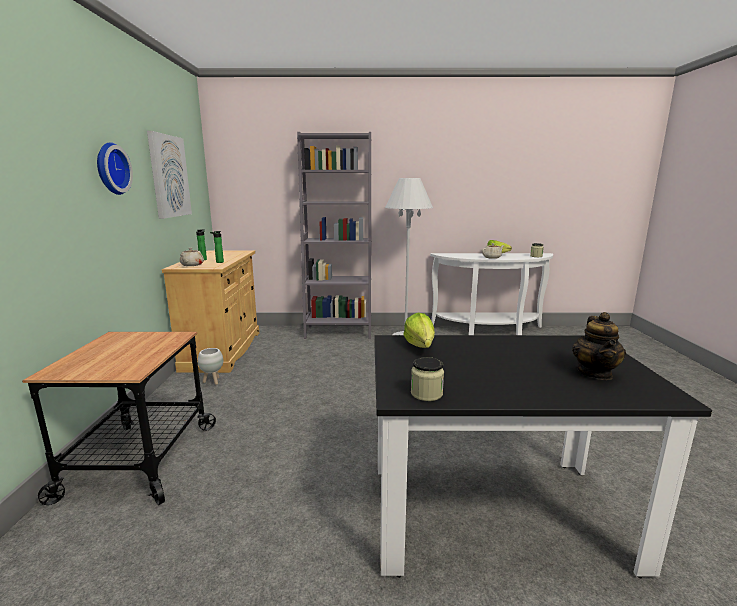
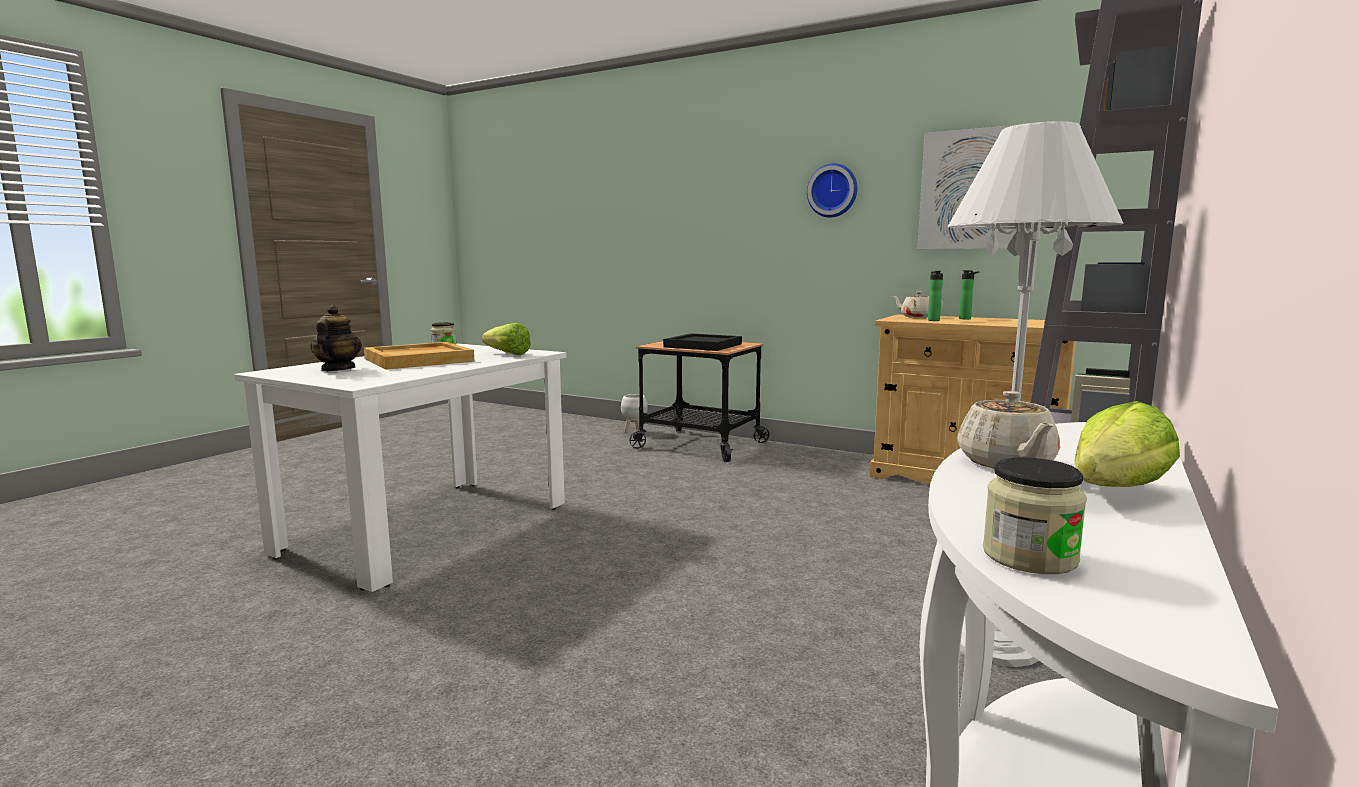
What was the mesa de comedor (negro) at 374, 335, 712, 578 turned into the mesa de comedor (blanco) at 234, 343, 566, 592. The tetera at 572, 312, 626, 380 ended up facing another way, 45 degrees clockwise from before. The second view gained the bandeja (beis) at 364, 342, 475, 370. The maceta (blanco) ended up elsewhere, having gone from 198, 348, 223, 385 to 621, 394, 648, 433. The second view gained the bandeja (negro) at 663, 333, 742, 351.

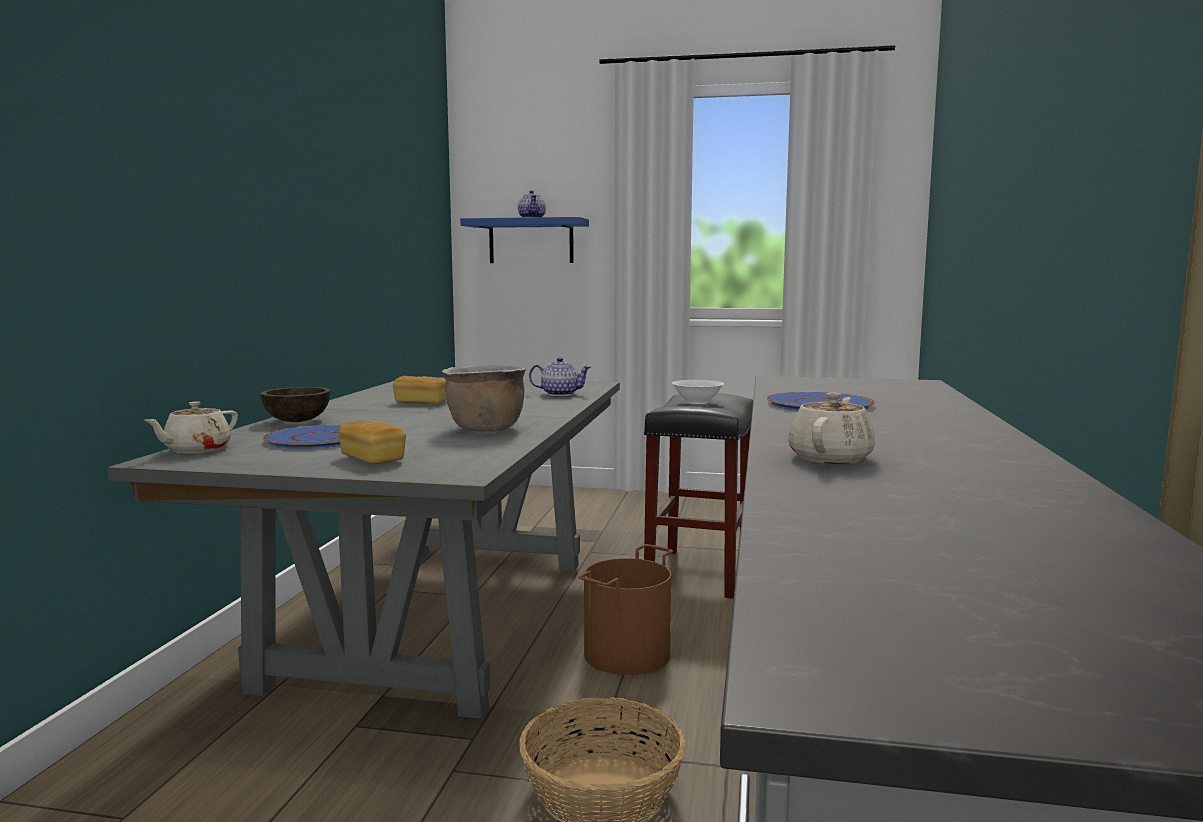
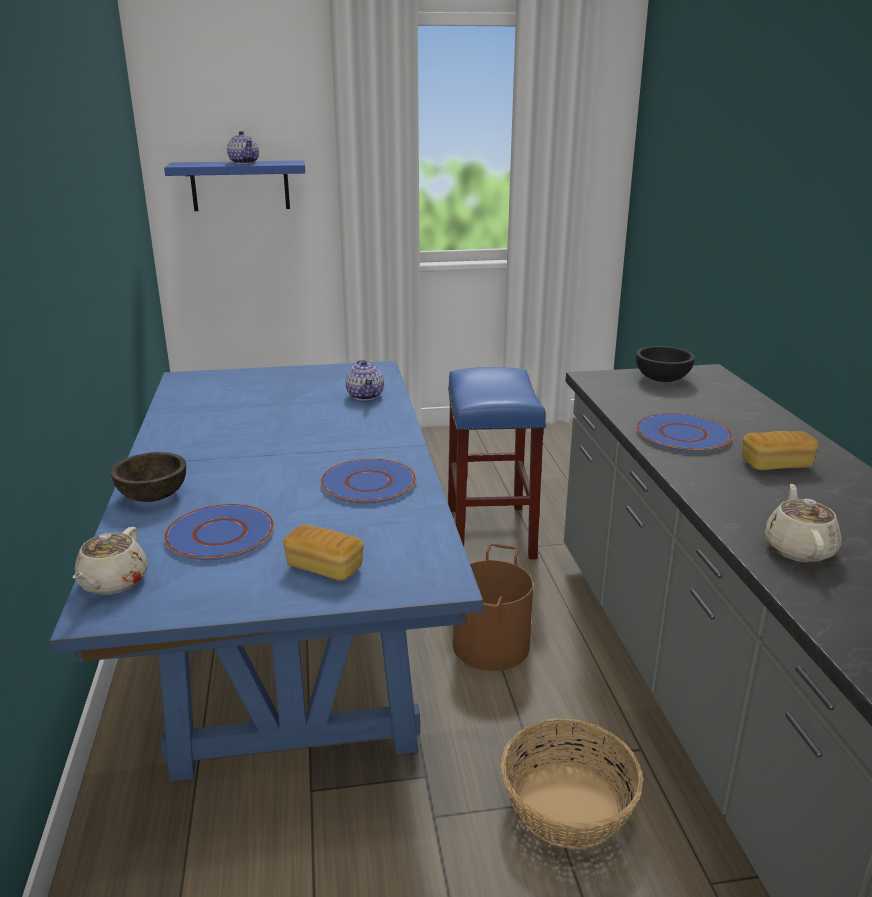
What was the mesa de comedor (gris) at 107, 377, 620, 719 turned into the mesa de comedor (azul) at 50, 361, 483, 782. Where the olla (marrón) stood at 442, 365, 526, 432, the plato (azul) came to stand at 321, 459, 416, 504. The tetera at 529, 357, 591, 396 ended up facing another way, 90 degrees clockwise from before. What was the taburete (negro) at 644, 393, 753, 599 turned into the taburete (azul) at 448, 367, 546, 559. The second view gained the cuenco (negro) at 636, 346, 695, 382. The pan ended up elsewhere, having gone from 393, 376, 446, 403 to 742, 431, 819, 470. The second view lost the cuenco (blanco) at 672, 380, 724, 404.

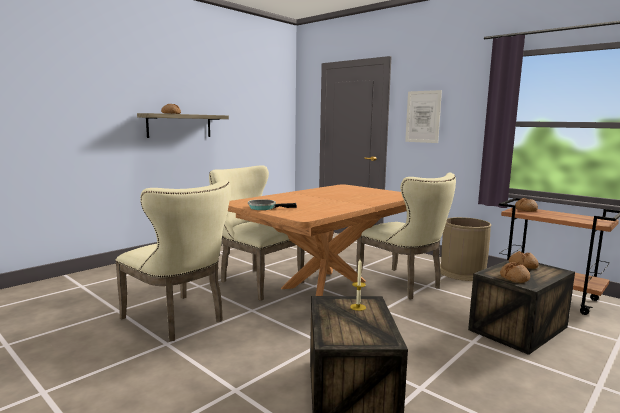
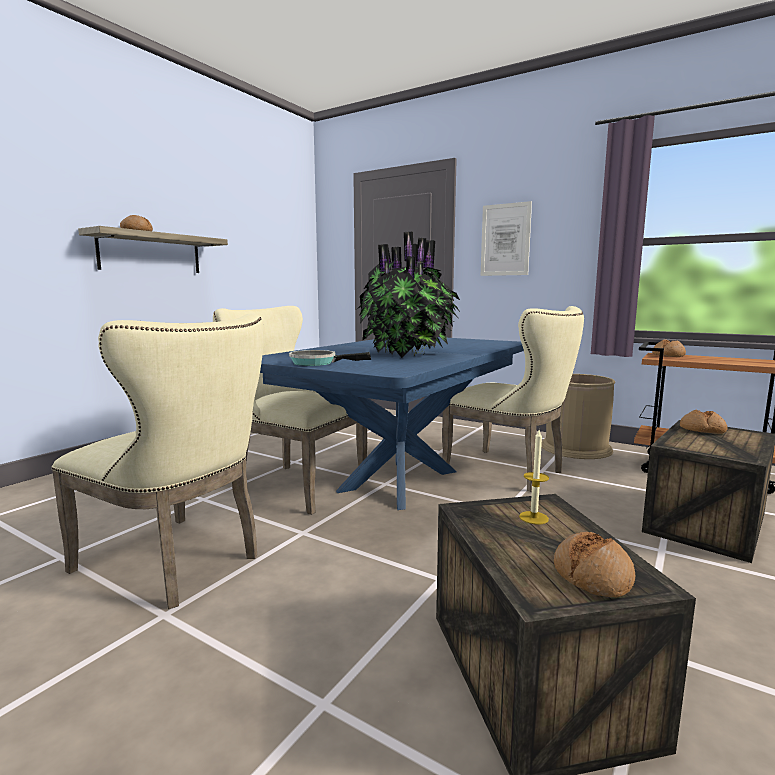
What was the mesa de comedor (marrón) at 228, 184, 407, 296 turned into the mesa de comedor (azul) at 260, 337, 524, 510. The second view gained the planta en maceta at 357, 231, 460, 358. The pan ended up elsewhere, having gone from 500, 262, 530, 283 to 554, 532, 636, 597.

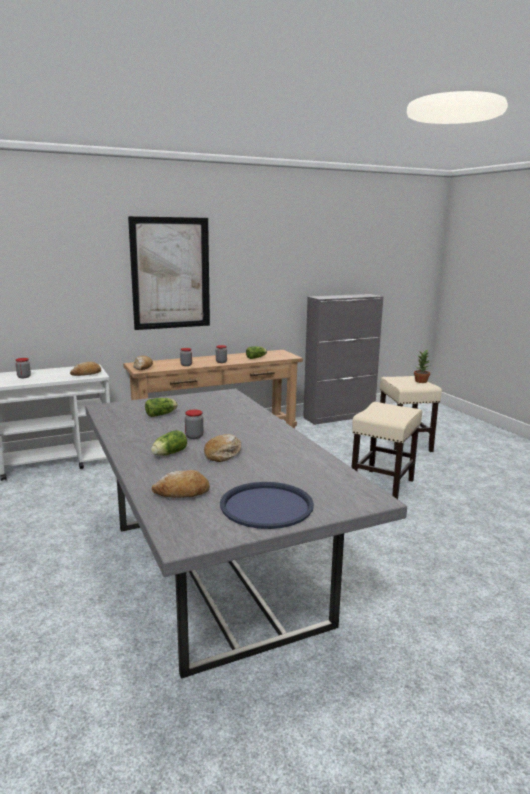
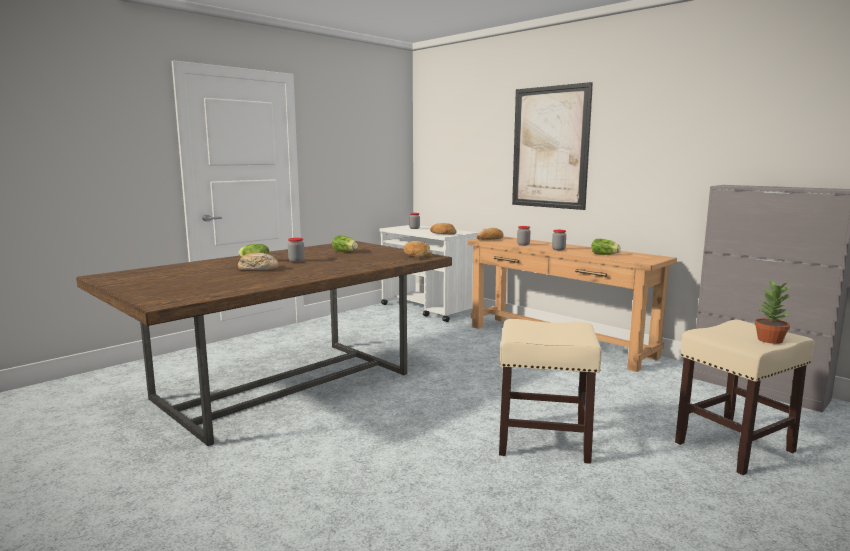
What was the mesa de comedor (gris) at 85, 389, 407, 678 turned into the mesa de comedor (marrón) at 76, 241, 452, 446. The pan ended up elsewhere, having gone from 152, 470, 210, 498 to 404, 241, 432, 258. The second view lost the bandeja (azul) at 220, 482, 314, 529.

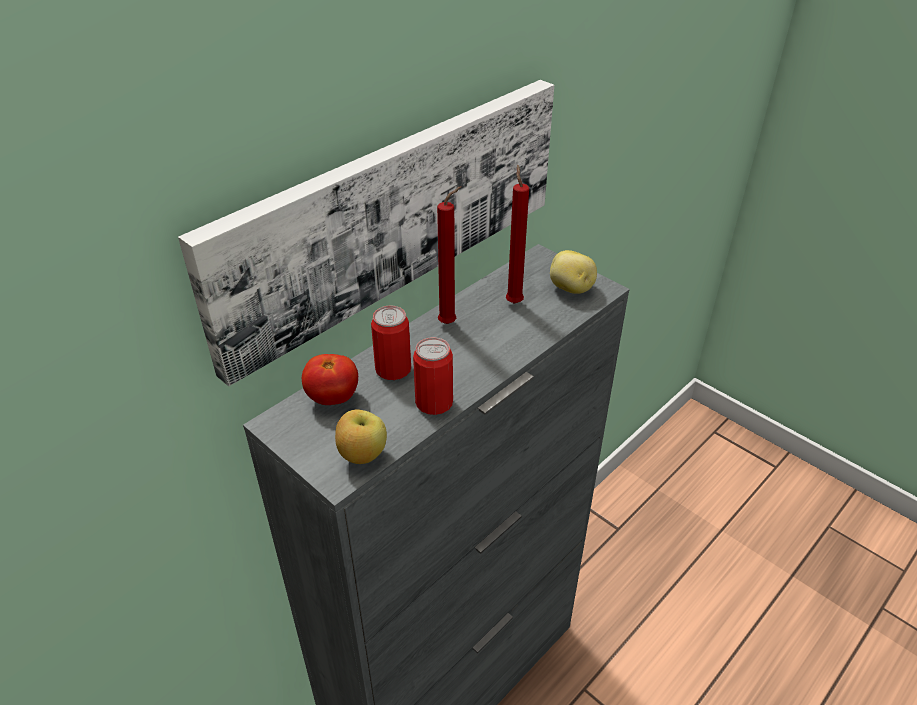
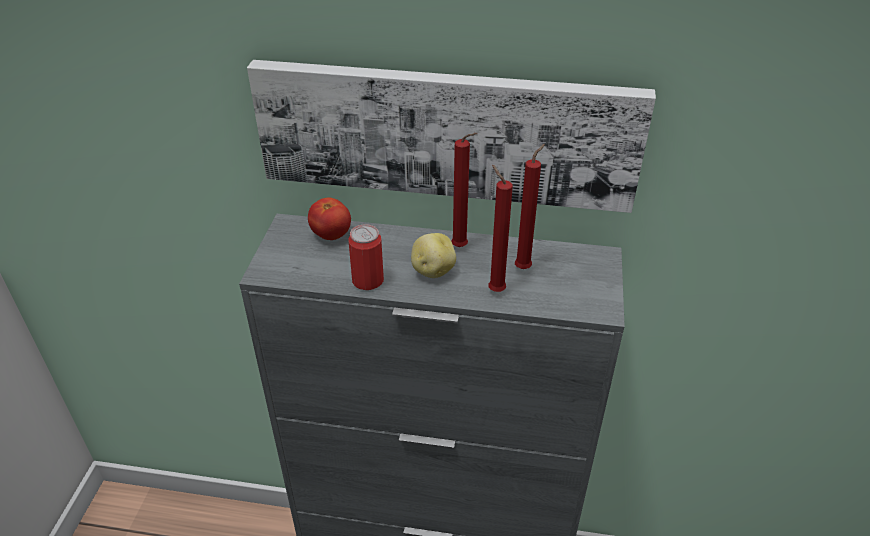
The patata ended up elsewhere, having gone from 550, 250, 597, 294 to 411, 233, 456, 278. The second view gained the vela (rojo) at 488, 165, 513, 292. The second view lost the manzana at 335, 409, 387, 464. The second view lost the lata at 371, 306, 411, 380.

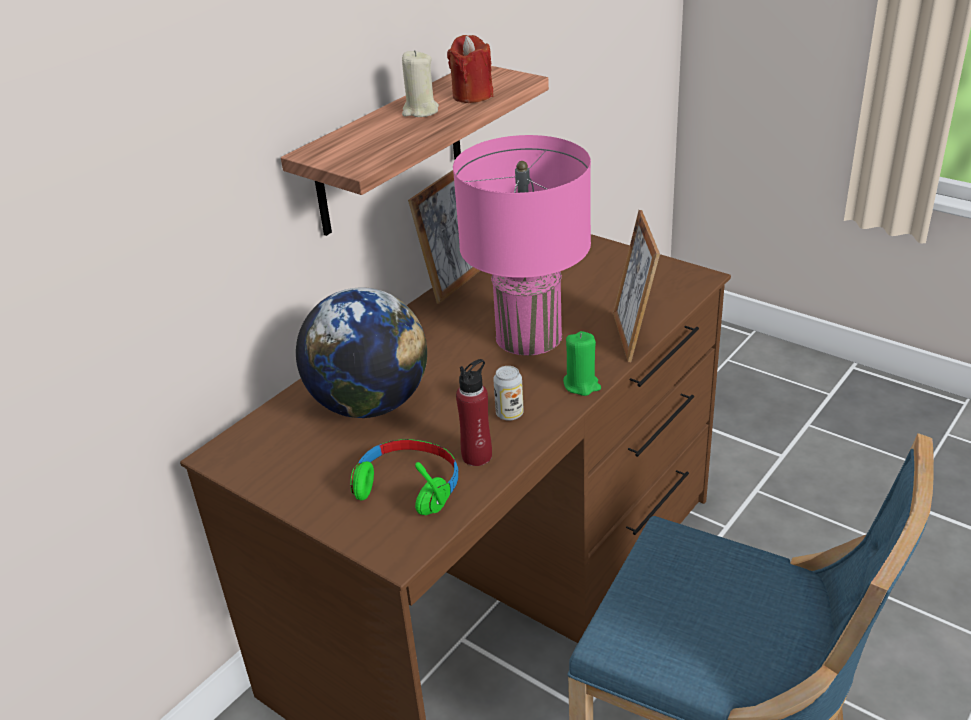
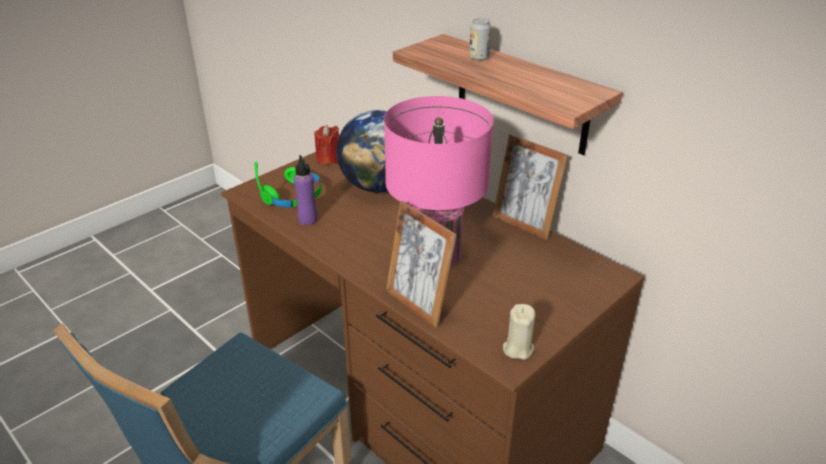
What was the botella (rojo) at 456, 359, 492, 466 turned into the botella (morado) at 294, 155, 317, 226. The vela (rojo) ended up elsewhere, having gone from 447, 35, 494, 103 to 314, 125, 339, 165. The portarretratos at 613, 210, 660, 362 ended up facing another way, 135 degrees counterclockwise from before. The lata ended up elsewhere, having gone from 493, 366, 524, 421 to 469, 18, 491, 61. The vela (beis) ended up elsewhere, having gone from 402, 50, 439, 117 to 503, 304, 536, 360. The second view lost the vela (verde) at 563, 331, 601, 396.

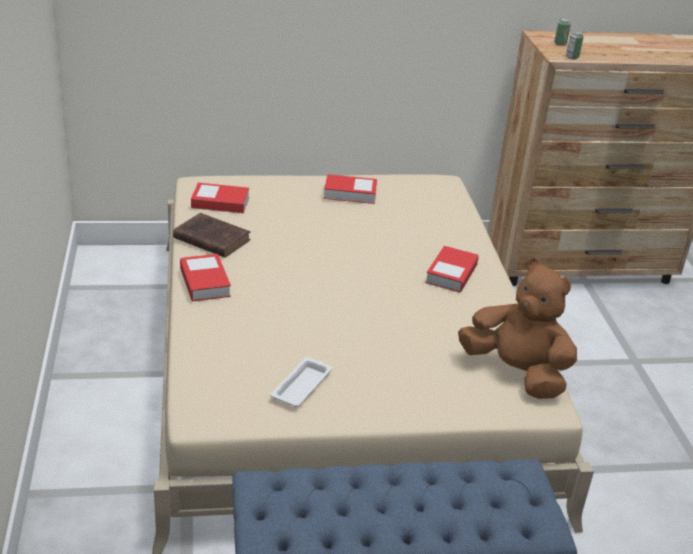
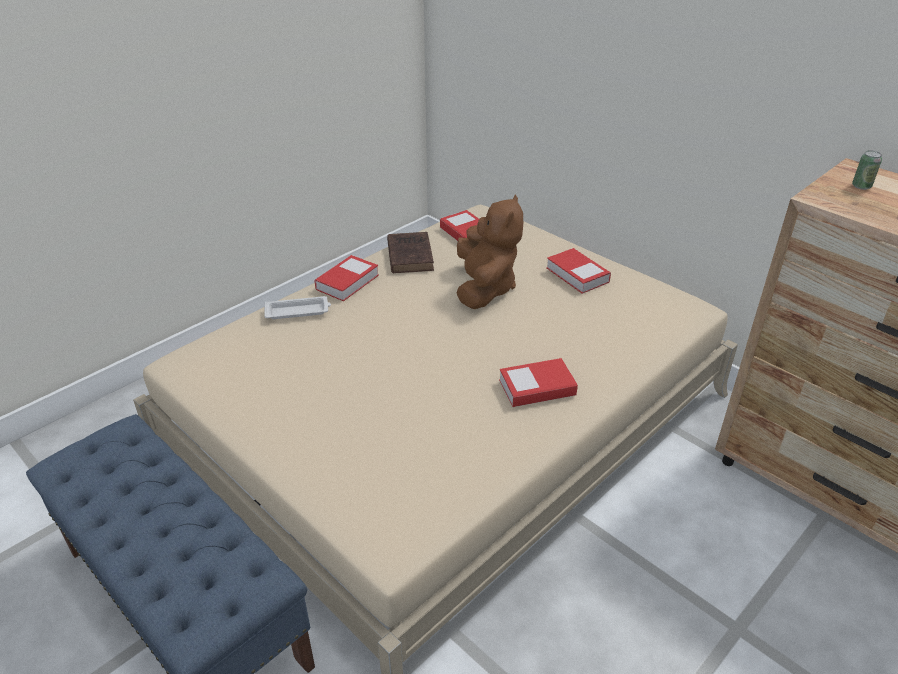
The bandeja (blanco) ended up elsewhere, having gone from 270, 358, 332, 407 to 264, 296, 331, 319. The peluche (marrón) ended up elsewhere, having gone from 458, 258, 577, 399 to 457, 195, 523, 309. The second view lost the lata at 566, 31, 584, 59.

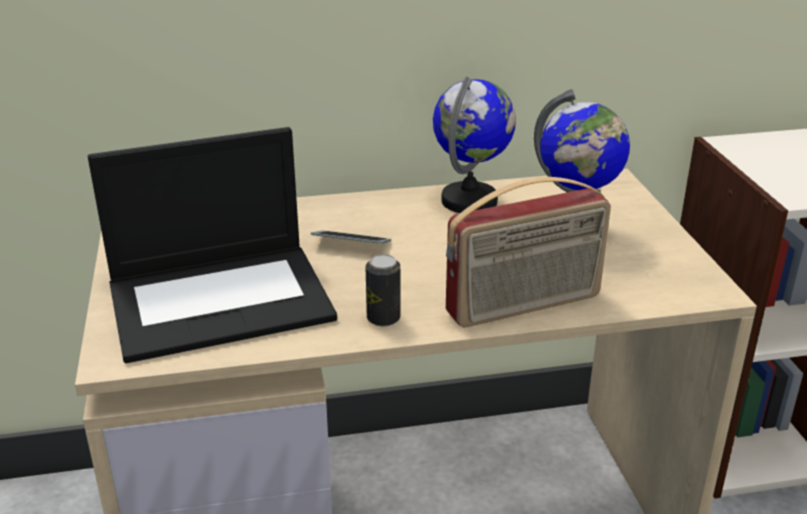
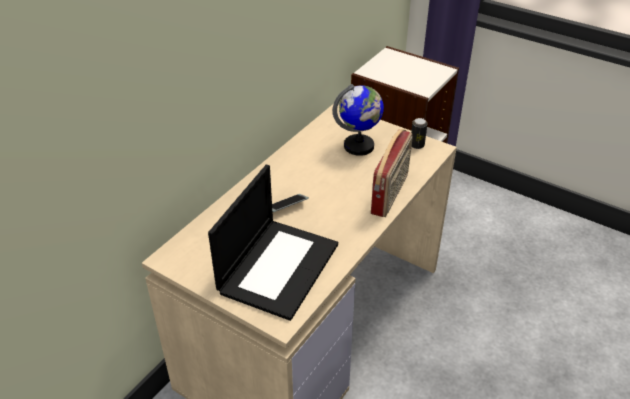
The lata ended up elsewhere, having gone from 366, 254, 400, 326 to 411, 118, 427, 149. The second view lost the globo terráqueo at 433, 77, 516, 213.

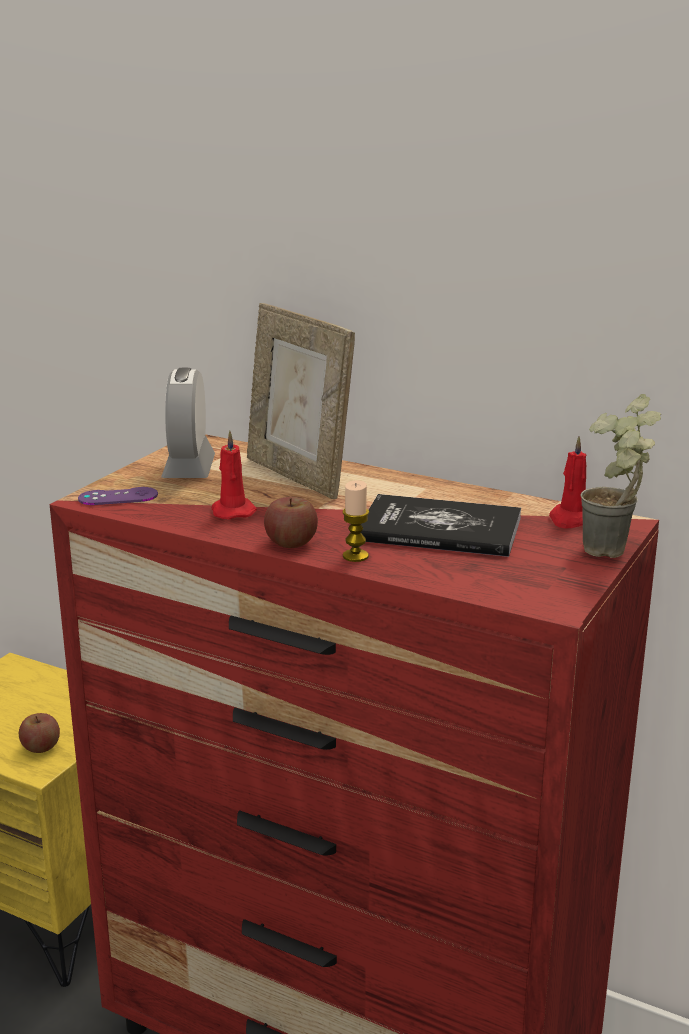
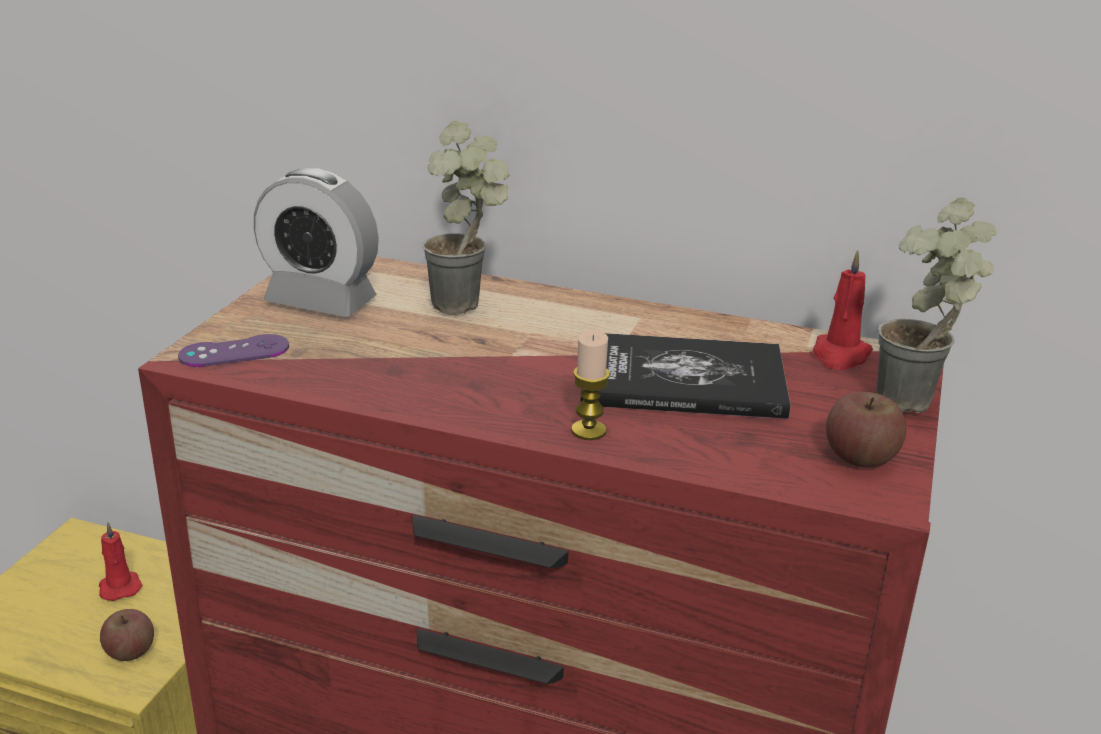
The vela (rojo) ended up elsewhere, having gone from 212, 431, 257, 519 to 99, 522, 143, 601. The despertador at 161, 367, 215, 478 ended up facing another way, 60 degrees counterclockwise from before. Where the portarretratos stood at 247, 303, 355, 499, the planta en maceta came to stand at 422, 121, 510, 315. The manzana ended up elsewhere, having gone from 264, 497, 318, 548 to 826, 392, 906, 468.

